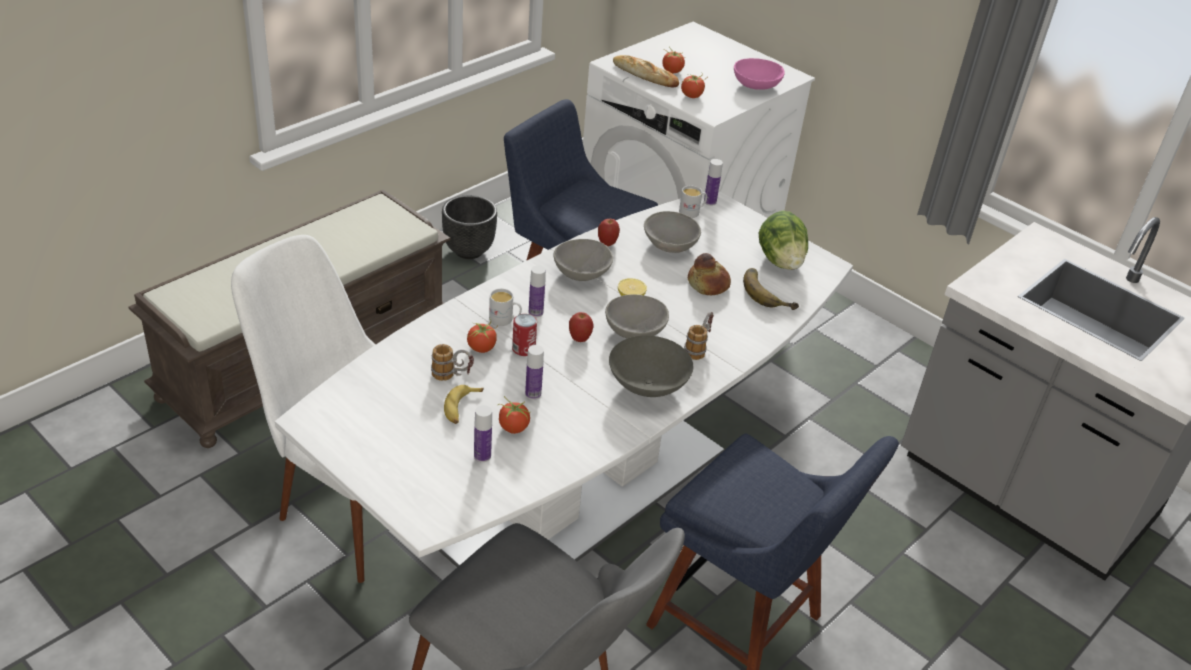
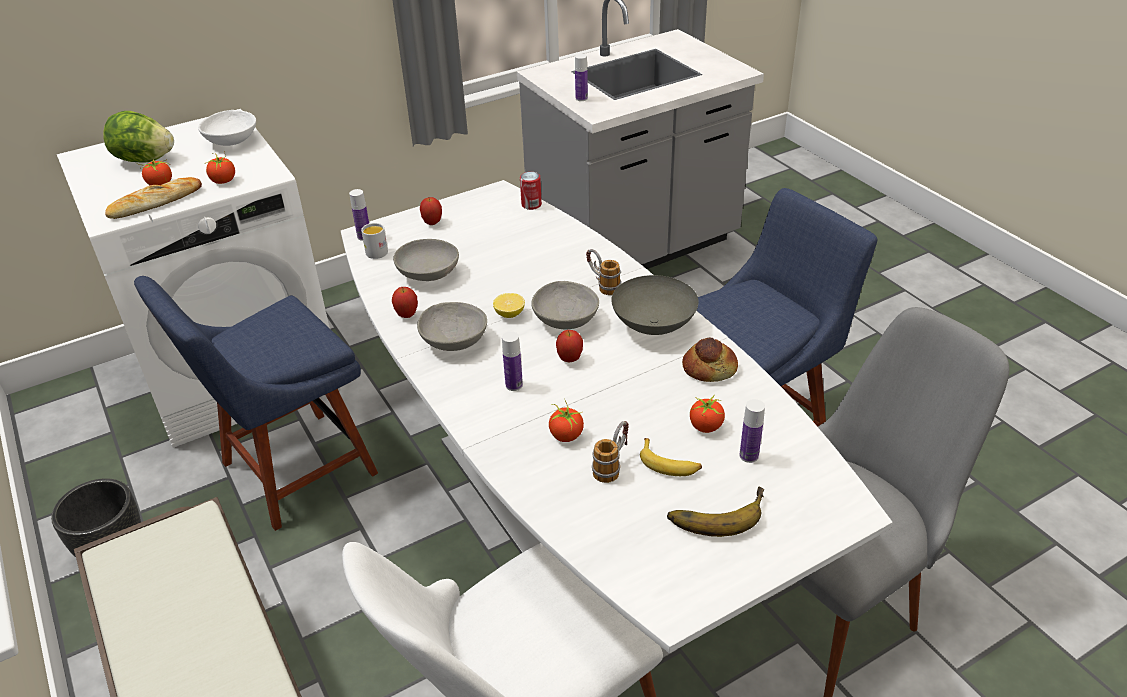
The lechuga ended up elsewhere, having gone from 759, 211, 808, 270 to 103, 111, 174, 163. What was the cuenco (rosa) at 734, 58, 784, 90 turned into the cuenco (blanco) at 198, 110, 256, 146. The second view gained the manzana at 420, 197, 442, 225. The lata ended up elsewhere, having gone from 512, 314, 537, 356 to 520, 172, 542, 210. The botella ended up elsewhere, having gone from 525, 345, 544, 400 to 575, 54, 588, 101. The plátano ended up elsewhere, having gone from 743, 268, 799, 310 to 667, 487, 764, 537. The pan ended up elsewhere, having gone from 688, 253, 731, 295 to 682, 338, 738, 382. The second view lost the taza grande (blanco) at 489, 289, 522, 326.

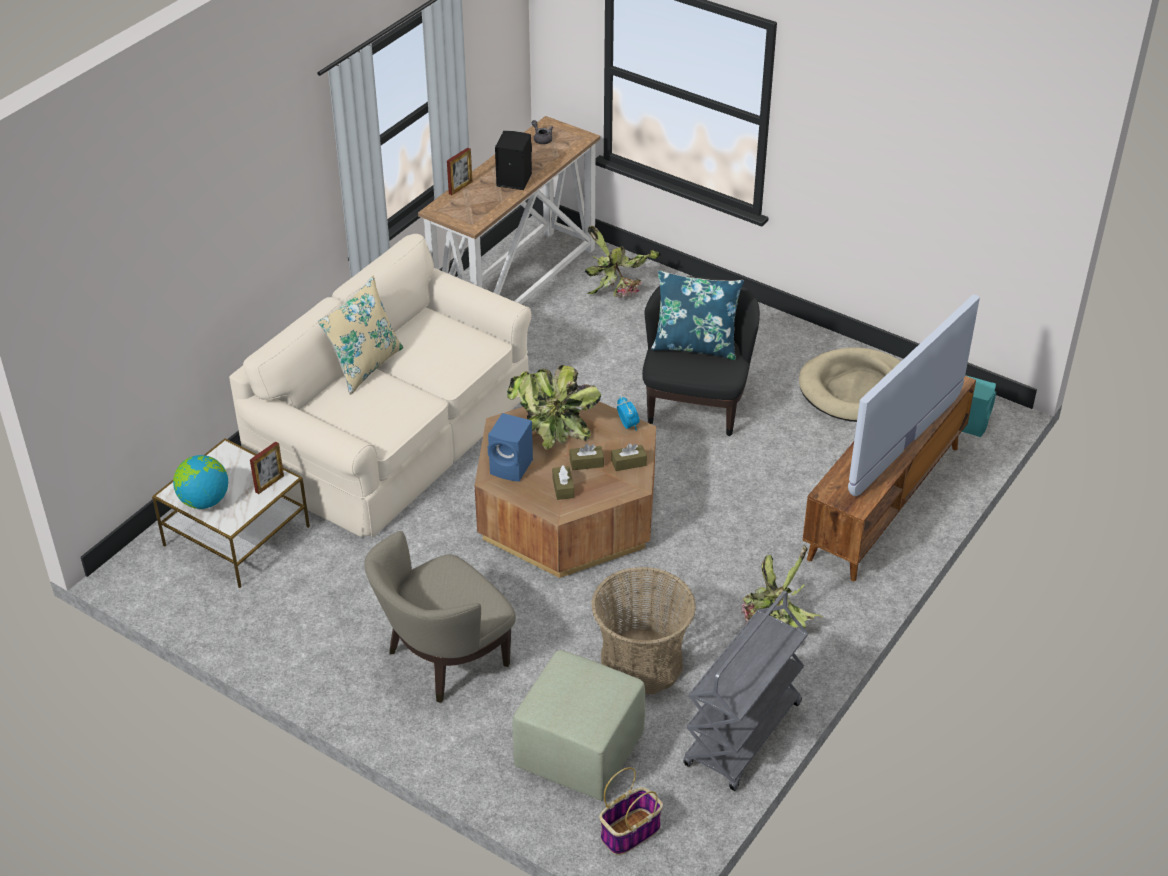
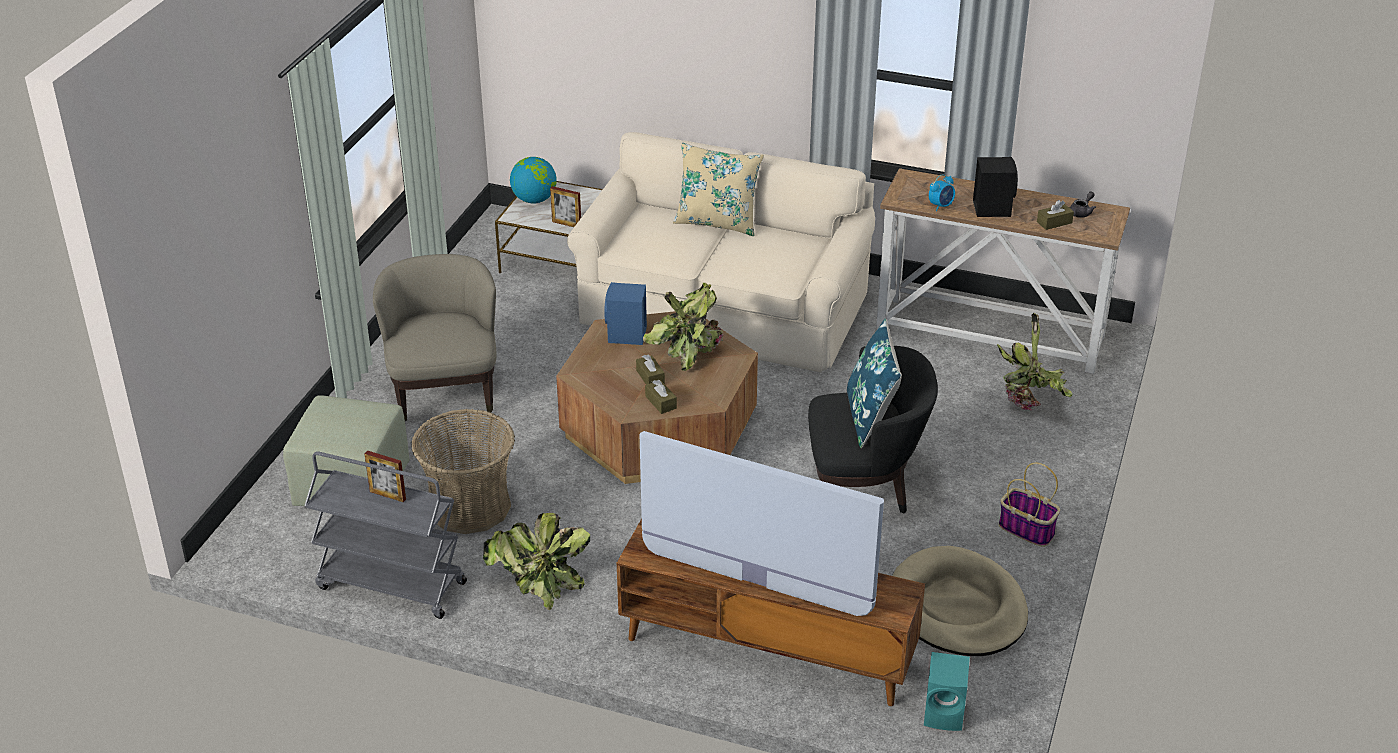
The portarretratos ended up elsewhere, having gone from 447, 148, 472, 195 to 365, 451, 406, 502. The sillón (beis) at 364, 531, 516, 703 ended up facing another way, 45 degrees clockwise from before. The despertador ended up elsewhere, having gone from 617, 396, 640, 431 to 929, 174, 955, 211. The cesta ended up elsewhere, having gone from 599, 767, 663, 855 to 999, 463, 1060, 547. The caja de pañuelos (marrón) ended up elsewhere, having gone from 552, 465, 574, 500 to 1037, 200, 1074, 230.

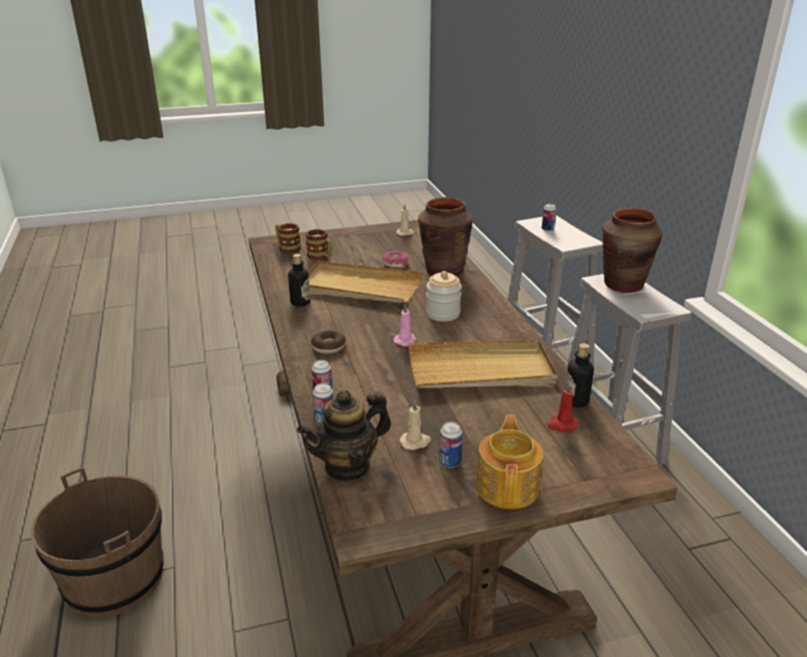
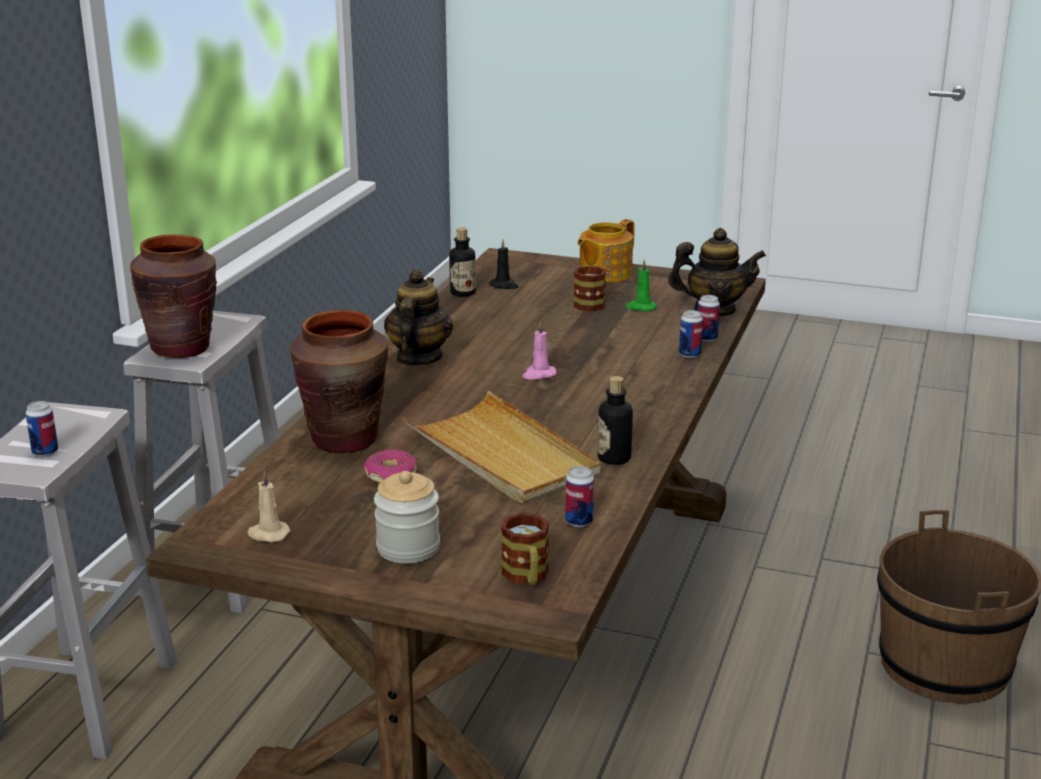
The tarro ended up elsewhere, having gone from 426, 271, 462, 322 to 374, 471, 440, 563. The second view gained the tetera at 384, 269, 453, 366. What was the vela (rojo) at 547, 383, 578, 431 turned into the vela (negro) at 489, 240, 519, 289. The lata ended up elsewhere, having gone from 439, 422, 462, 468 to 565, 466, 594, 527. The taza grande ended up elsewhere, having gone from 305, 229, 331, 260 to 573, 265, 606, 312. What was the vela (beis) at 400, 400, 431, 450 turned into the vela (verde) at 626, 260, 657, 311. The second view lost the rosquilla at 311, 330, 346, 354. The second view lost the bandeja (beis) at 409, 340, 558, 388.

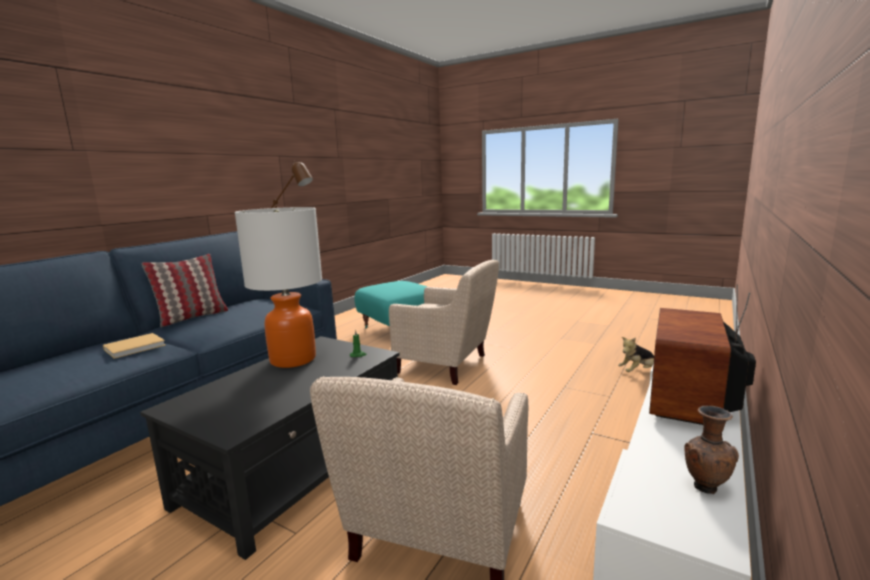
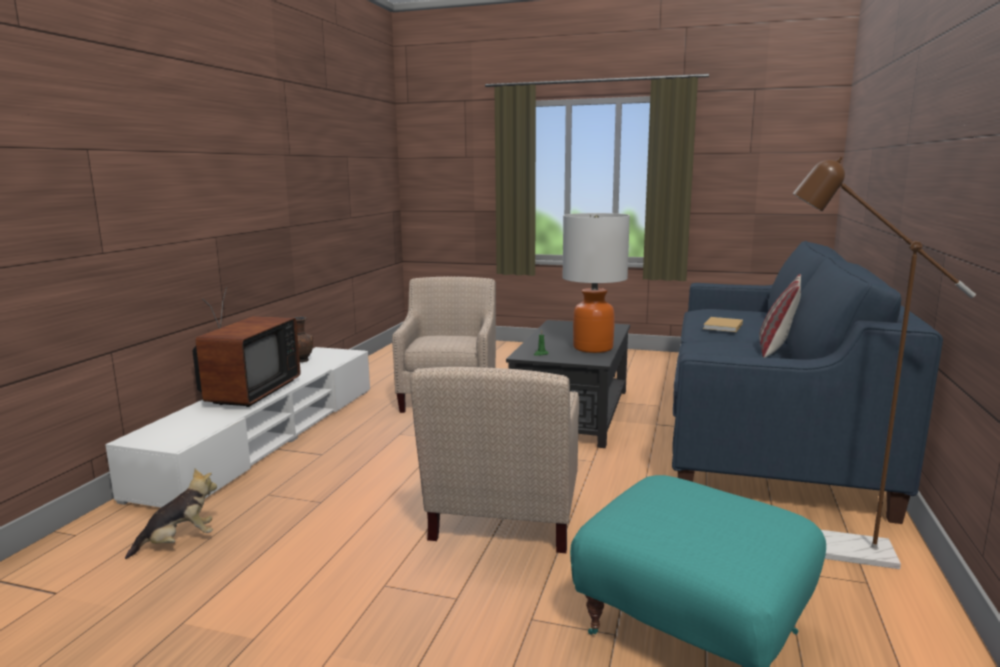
The sillón (beis) at 389, 259, 499, 385 ended up facing another way, 90 degrees counterclockwise from before.

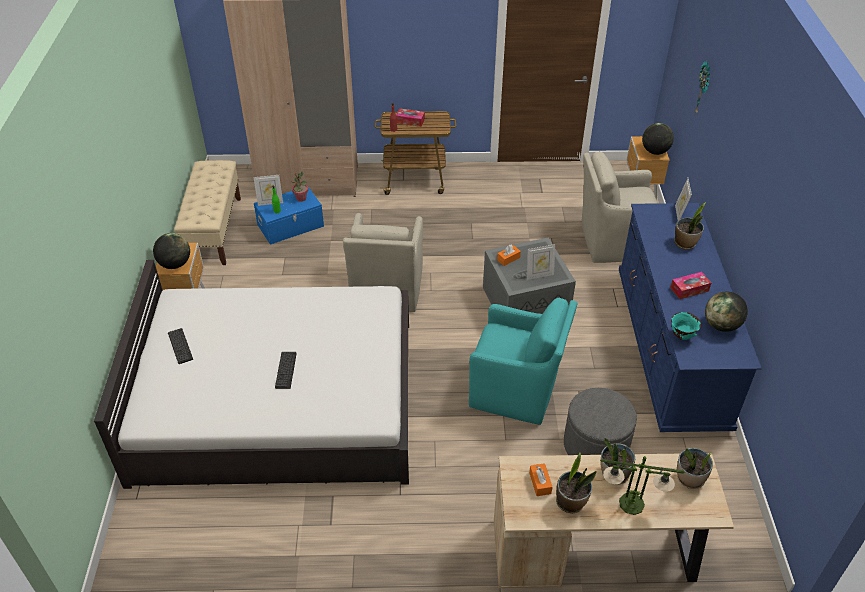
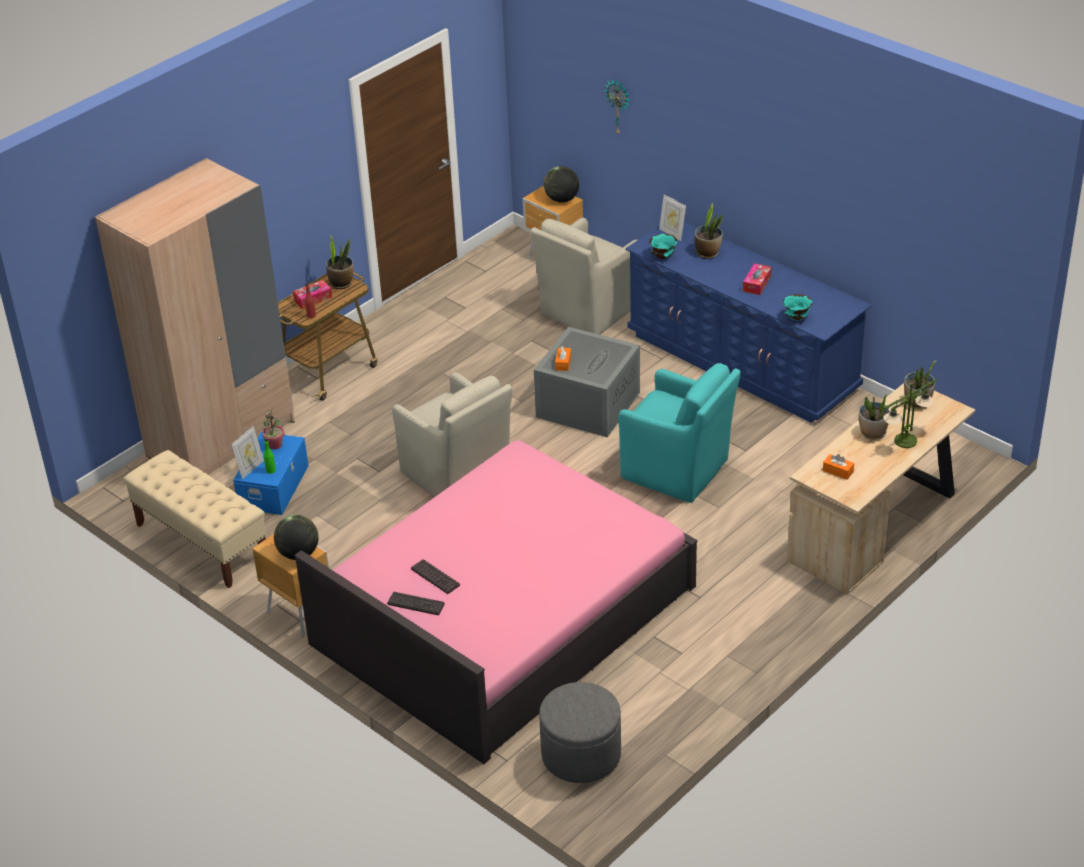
What was the cama (blanco) at 94, 260, 409, 489 turned into the cama (rosa) at 294, 440, 698, 764. The planta en maceta ended up elsewhere, having gone from 556, 453, 597, 513 to 326, 235, 354, 289. The teclado ended up elsewhere, having gone from 275, 352, 297, 389 to 411, 559, 460, 594. The puf (gris) ended up elsewhere, having gone from 564, 388, 637, 455 to 539, 682, 621, 783. The sillón (turquesa) at 469, 298, 577, 425 ended up facing another way, 60 degrees clockwise from before. The second view gained the cuenco (turquesa) at 649, 234, 677, 259. The second view lost the portarretratos at 527, 244, 555, 280. The second view lost the globo terráqueo at 705, 291, 748, 332.

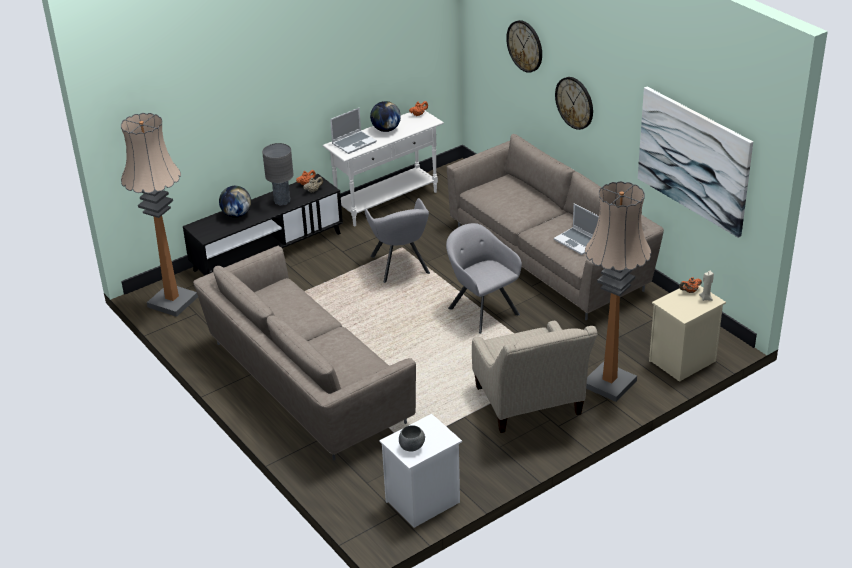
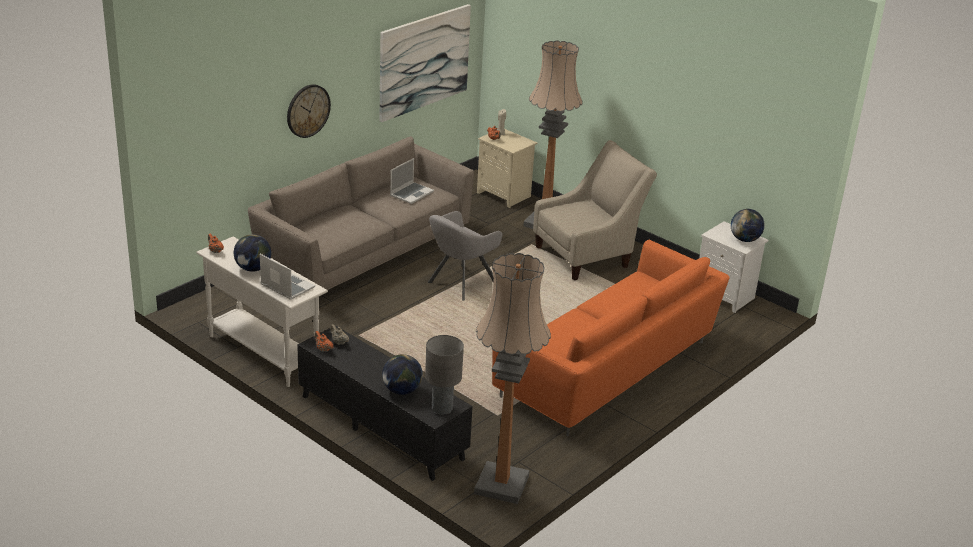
The lámpara de mesa (gris) ended up elsewhere, having gone from 262, 143, 294, 206 to 425, 335, 464, 415. What was the sofá (beis) at 193, 246, 416, 461 turned into the sofá (naranja) at 492, 240, 730, 436. Where the cuenco (gris) stood at 399, 425, 425, 452, the globo terráqueo came to stand at 731, 209, 765, 242. The second view lost the sillón (gris) at 365, 198, 430, 283. The second view lost the reloj de pared at 506, 20, 542, 73.

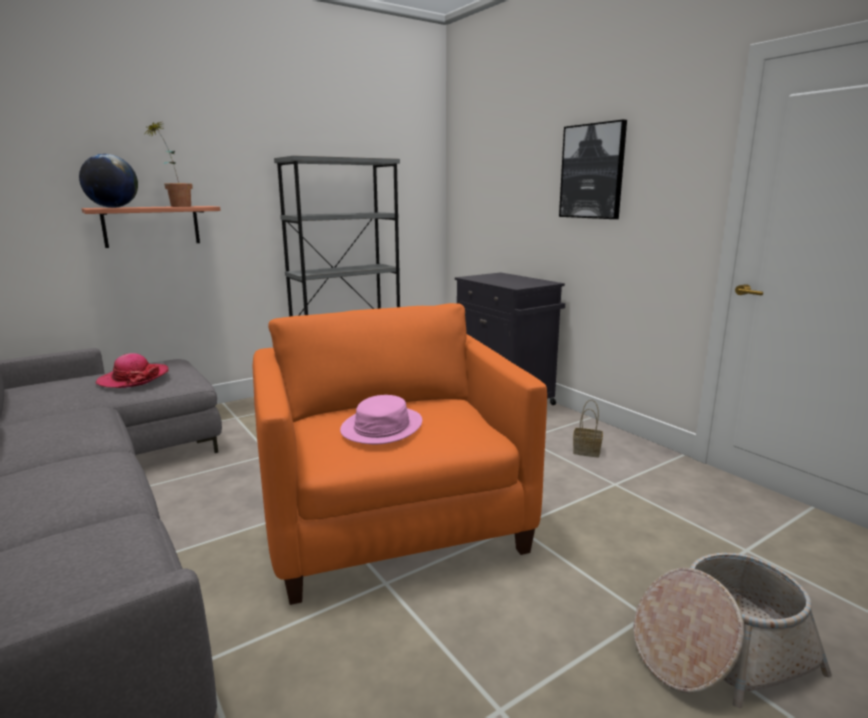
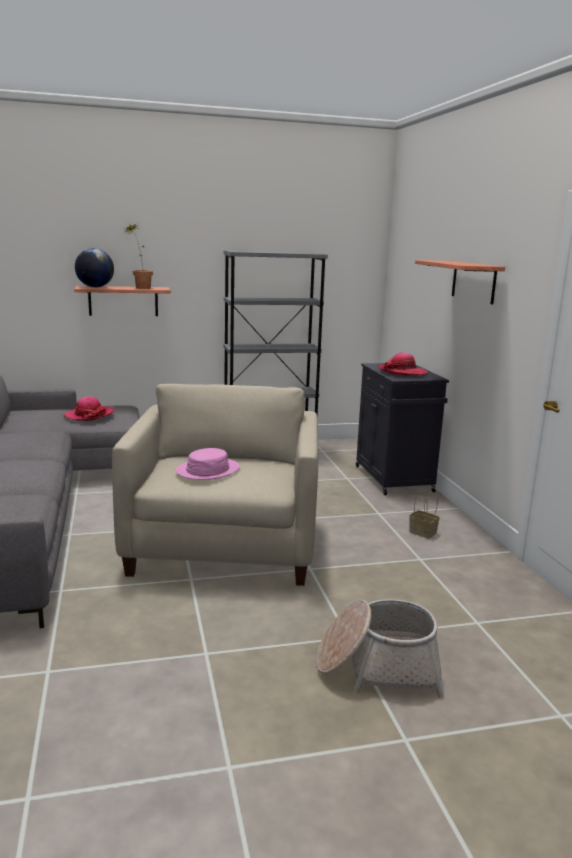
What was the sillón (naranja) at 253, 303, 547, 605 turned into the sillón (beis) at 112, 384, 318, 586. The second view gained the sombrero at 378, 352, 428, 376. Where the cuadro hung at 559, 120, 627, 219, the estante came to hang at 415, 260, 505, 305.

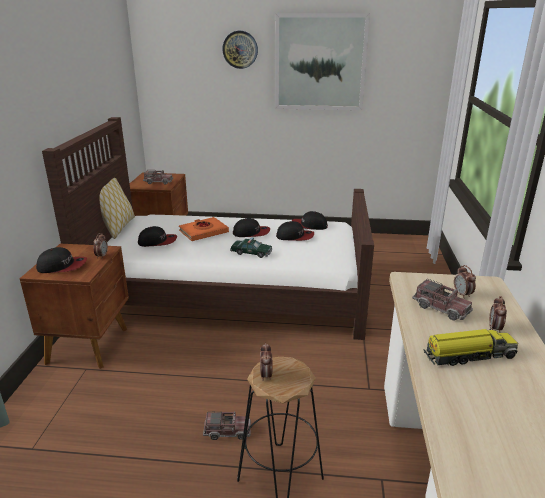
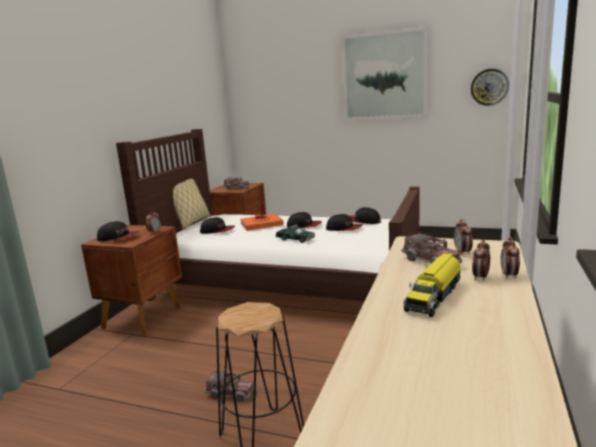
The camión de juguete at 424, 329, 518, 366 ended up facing another way, 120 degrees clockwise from before. The reloj de pared ended up elsewhere, having gone from 222, 31, 258, 69 to 471, 69, 509, 106. The despertador ended up elsewhere, having gone from 260, 343, 273, 381 to 501, 237, 520, 279.

